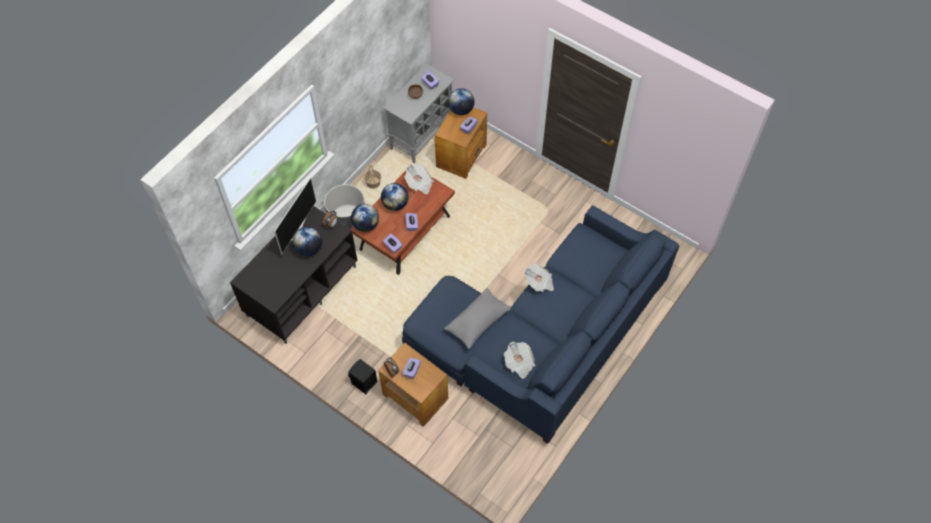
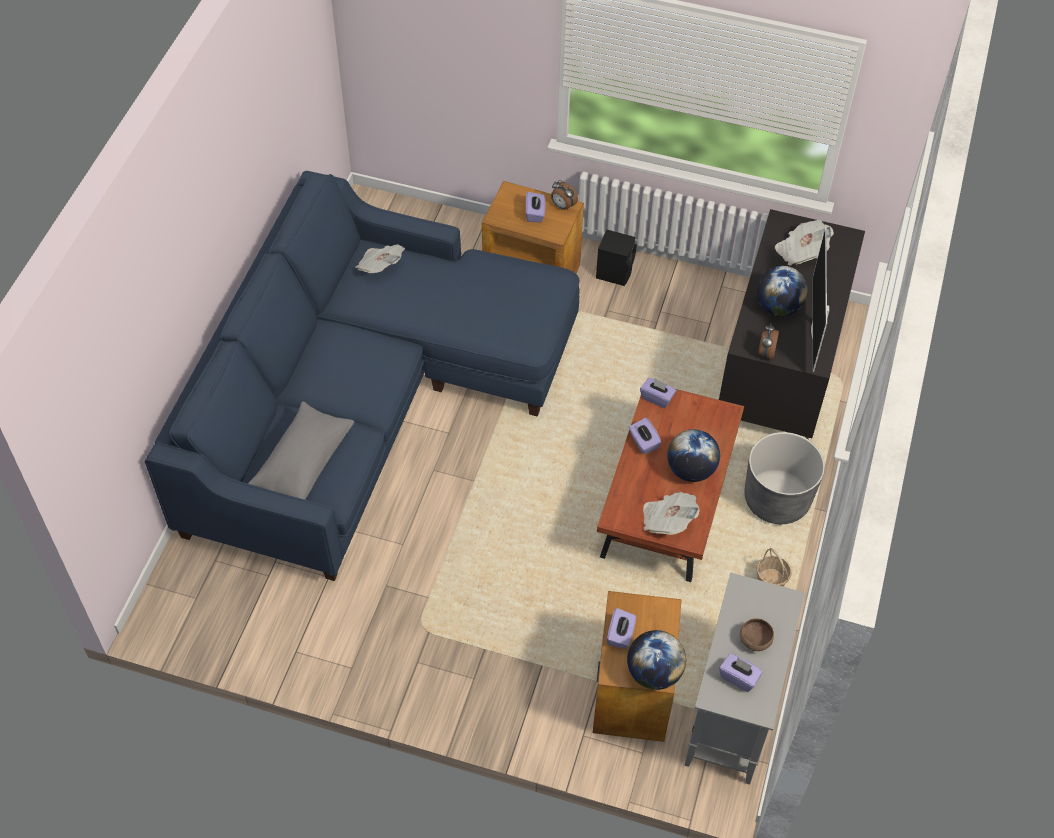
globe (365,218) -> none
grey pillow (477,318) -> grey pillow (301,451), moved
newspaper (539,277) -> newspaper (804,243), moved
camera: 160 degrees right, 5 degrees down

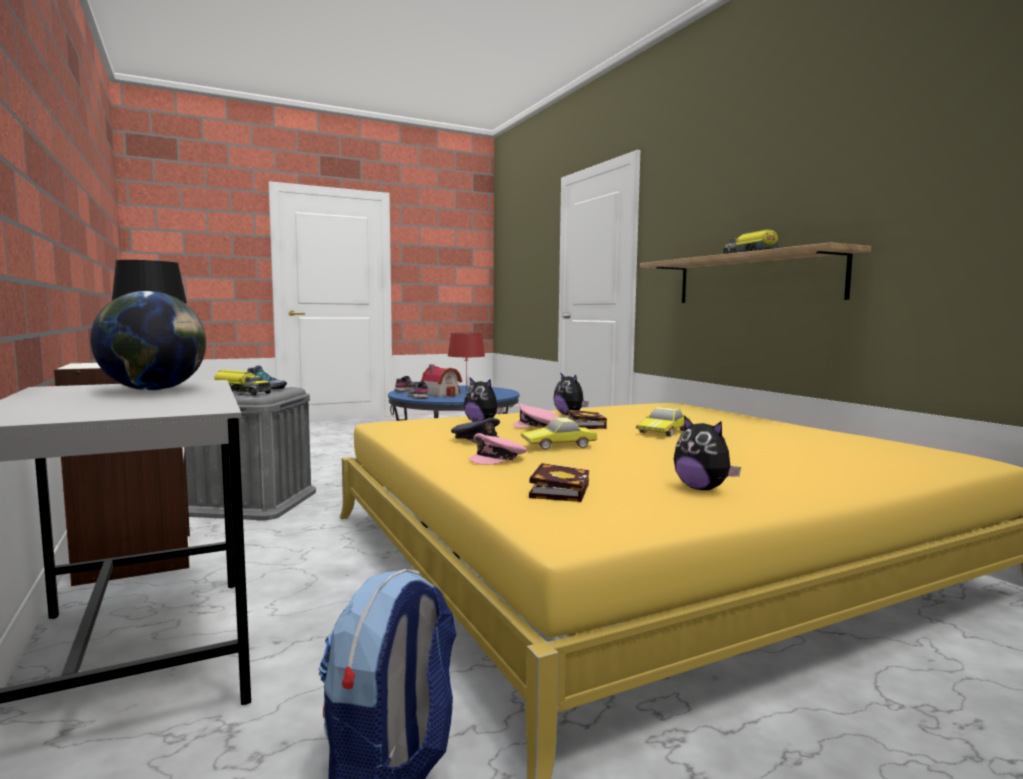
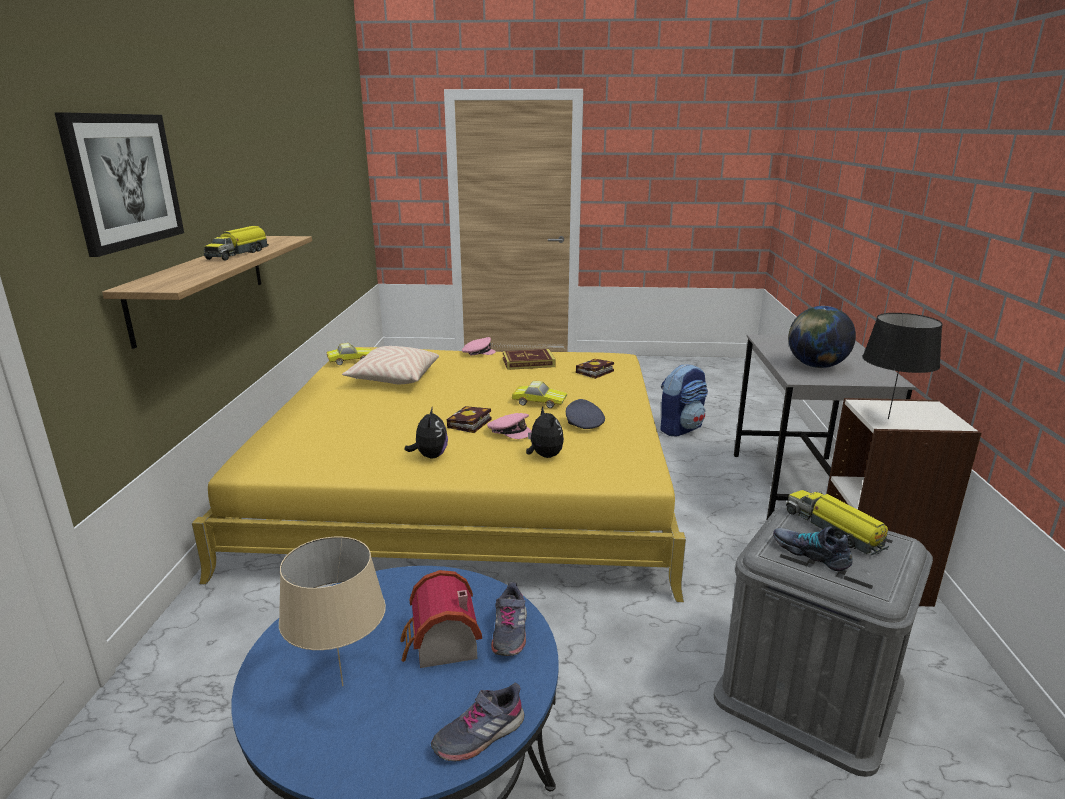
none -> picture (119,184)
none -> beige pillow (390,365)
pink cap (498,449) -> pink cap (479,346), moved
toy car (663,422) -> toy car (349,354), moved
plush toy (707,453) -> book (529,359)
red table lamp (466,361) -> beige table lamp (332,611)
camera: 150 degrees left, 15 degrees up

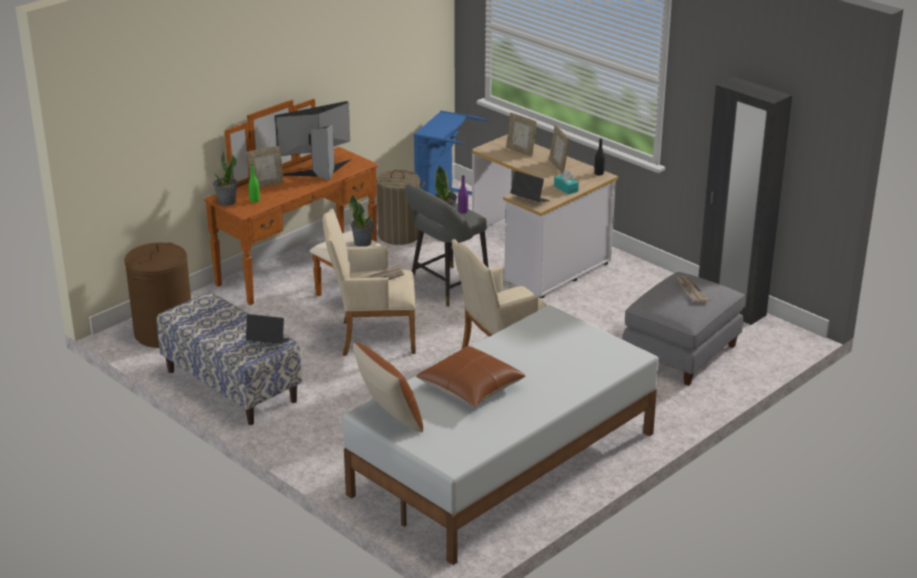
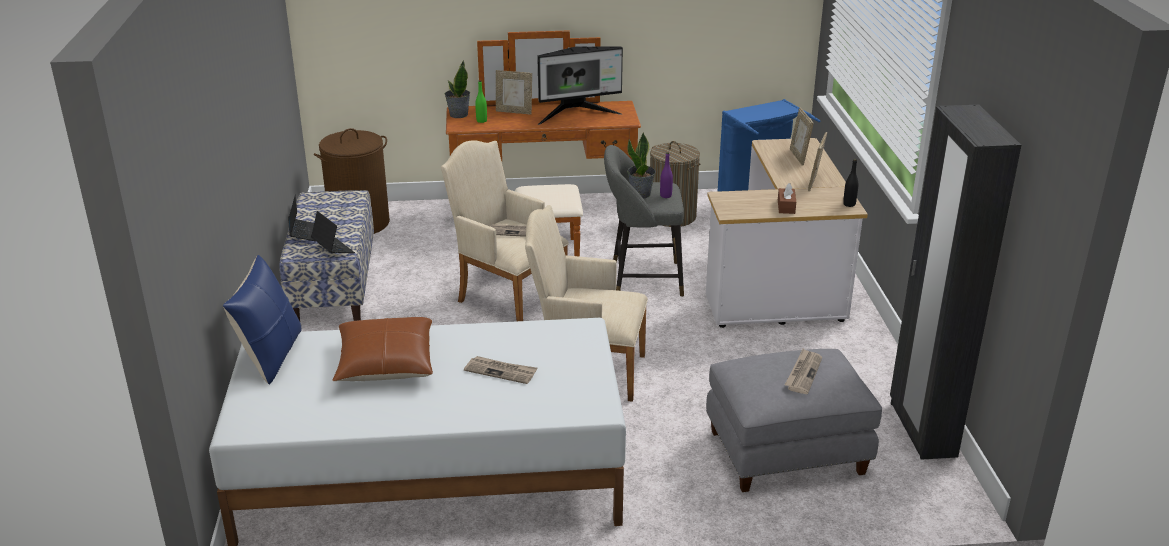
potted plant (362,221) -> none
none -> newspaper (501,370)
laptop (530,186) -> laptop (302,218), moved
brown pillow (388,387) -> blue pillow (262,320)
turquoise tissue box (566,182) -> brown tissue box (787,198)
monitor (313,141) -> monitor (580,85), 150 degrees clockwise
camera: 40 degrees right, 0 degrees up

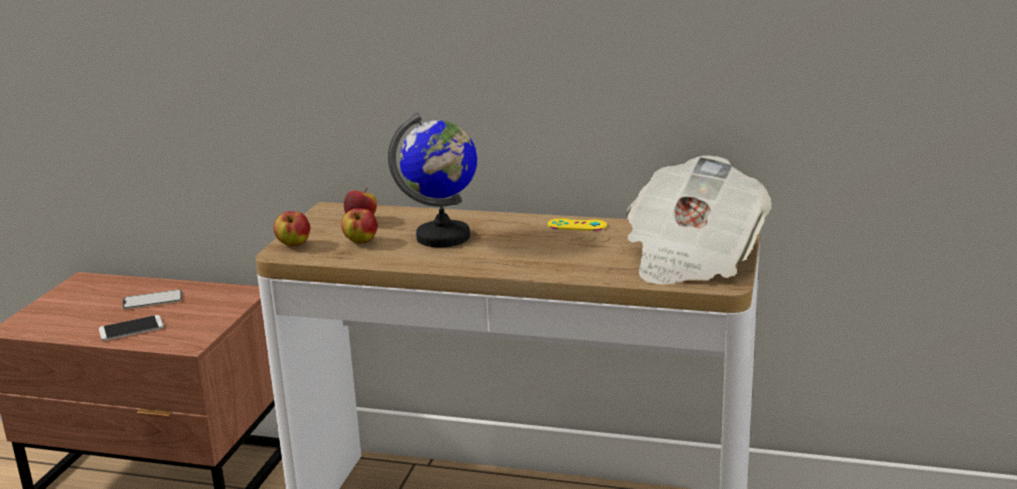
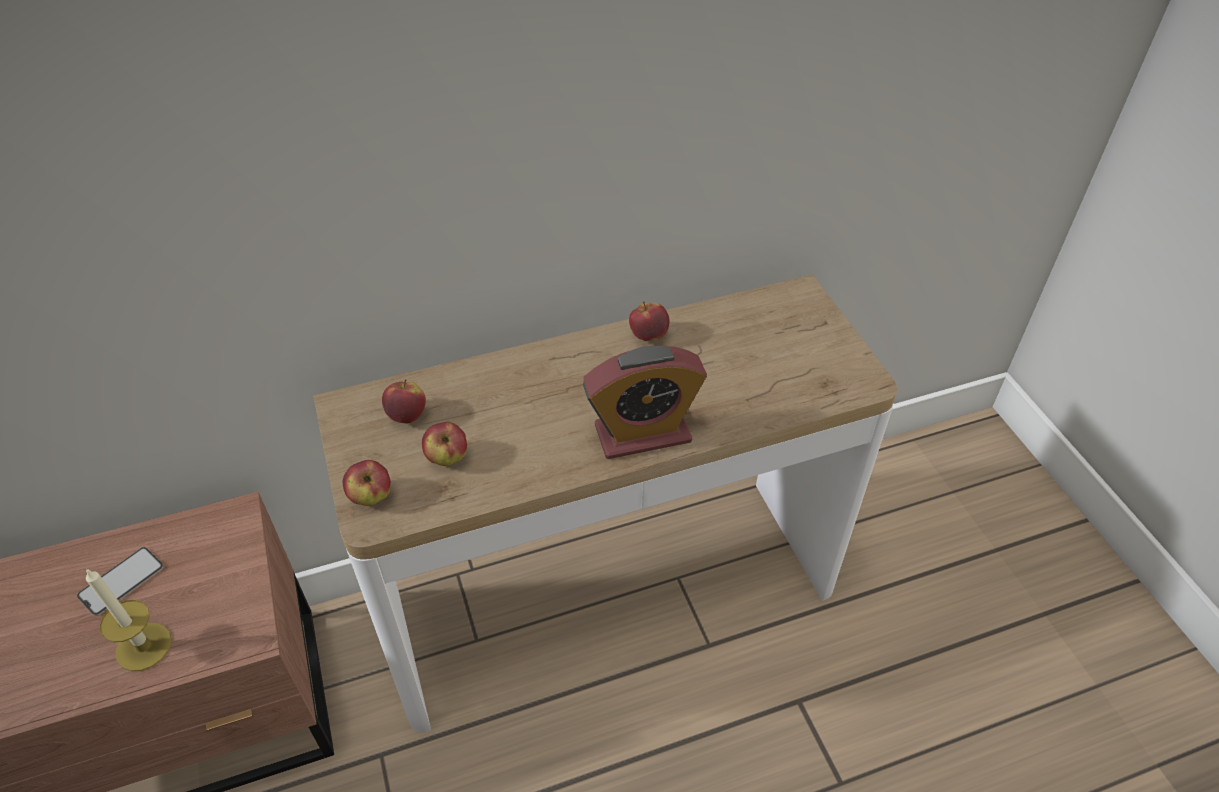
globe (432,179) -> none
newspaper (699,220) -> none
none -> alarm clock (645,402)
phone (131,328) -> candle (129,619)
yellow game controller (577,224) -> apple (649,321)
camera: 35 degrees left, 25 degrees up

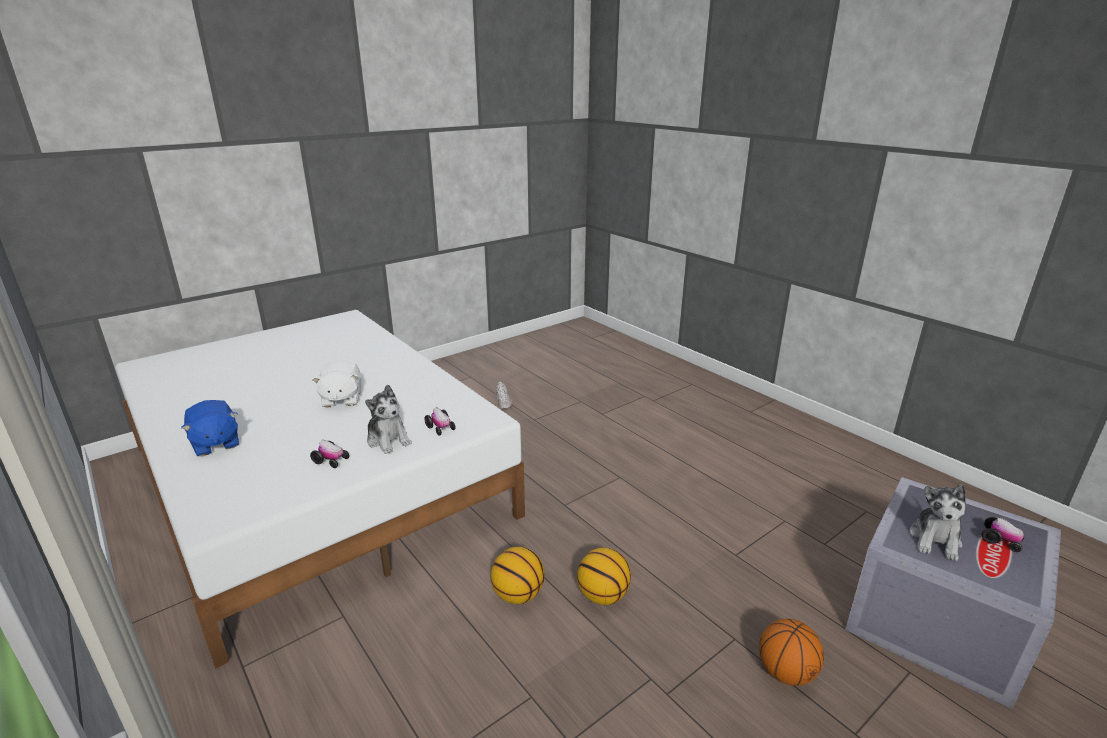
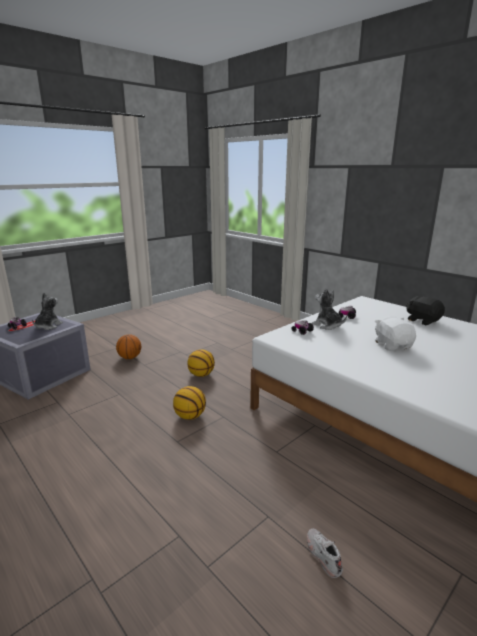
basketball (518,575) -> basketball (189,403), moved
blue plush toy (210,428) -> black plush toy (425,310)
camera: 175 degrees right, 5 degrees down

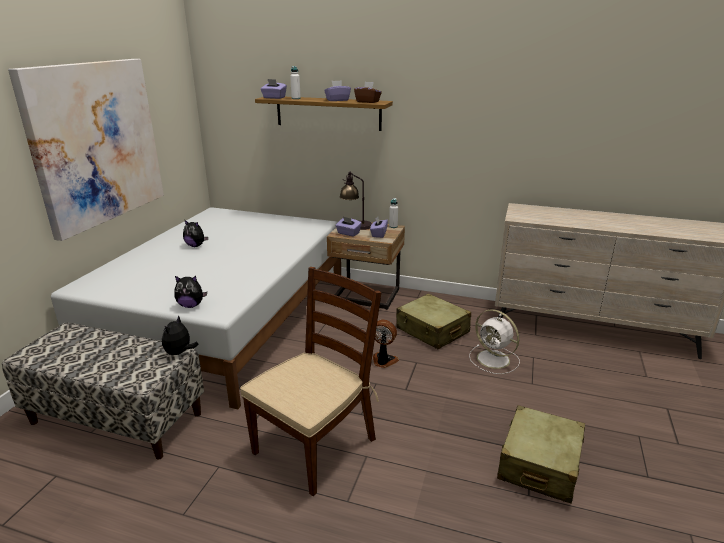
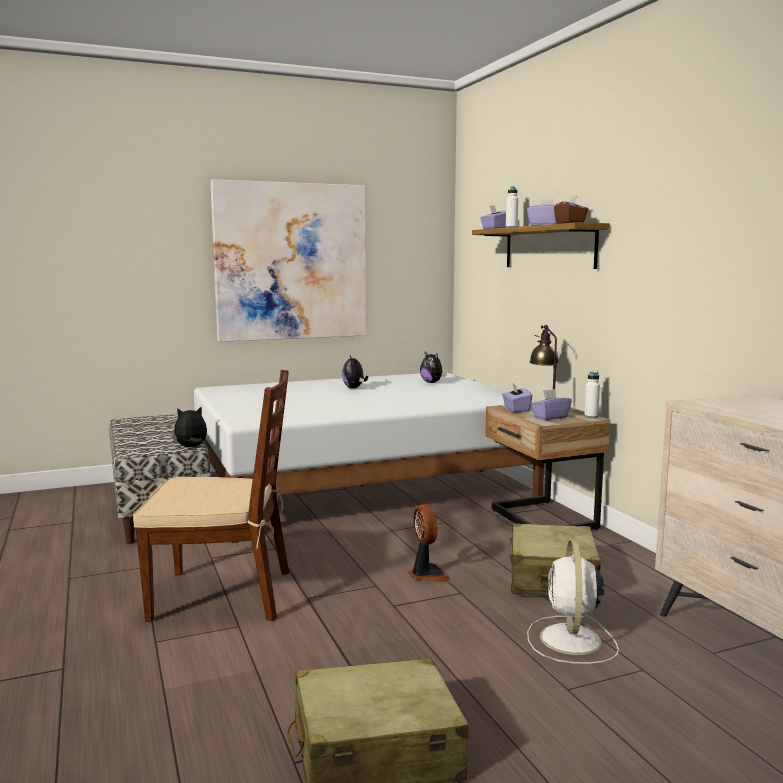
plush toy (190,292) -> plush toy (433,367), moved
camera: 50 degrees right, 15 degrees down

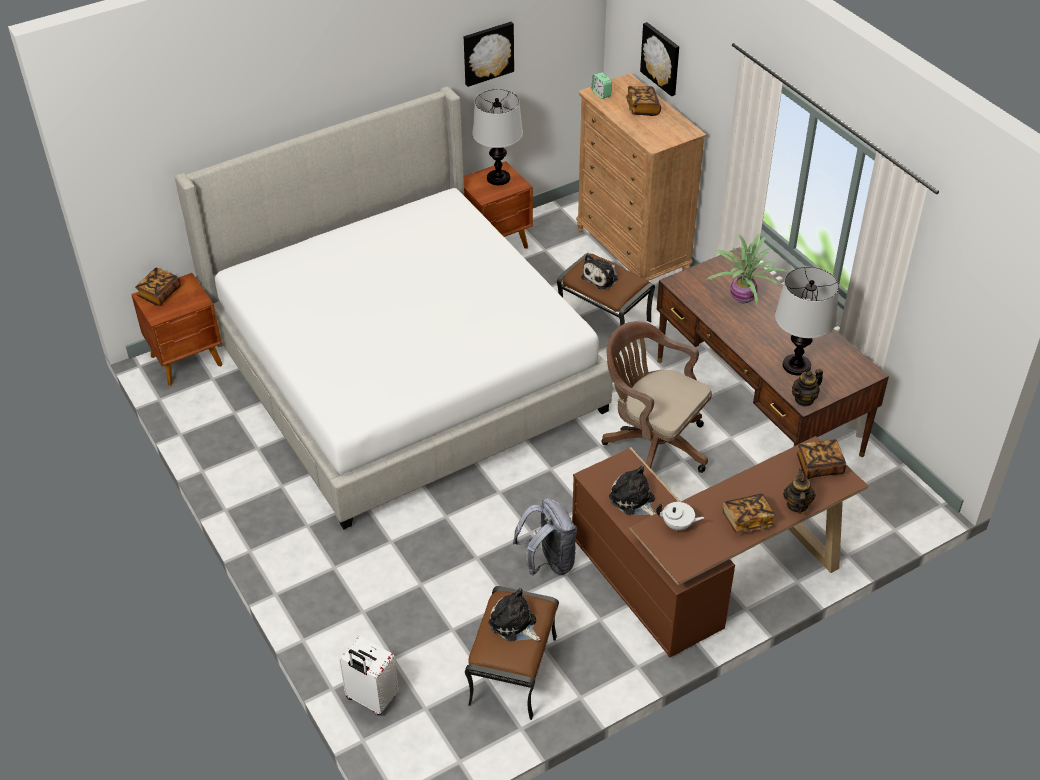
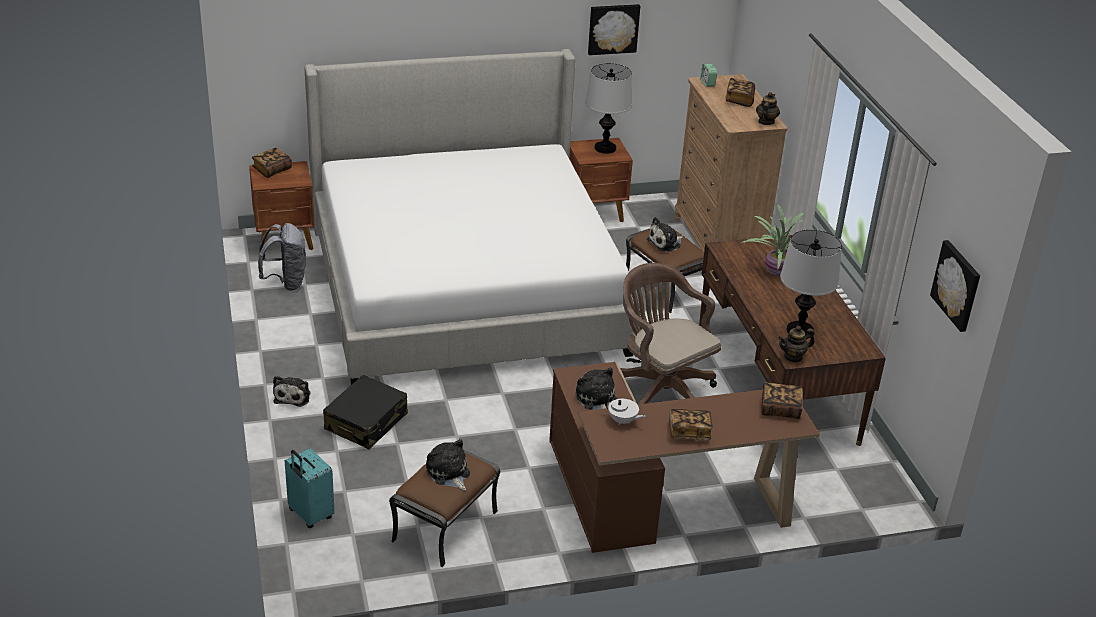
none -> plush toy (292,391)
none -> black suitcase (365,412)
grey backpack (545,536) -> grey backpack (282,257), moved
picture (659,59) -> picture (955,286), moved
teapot (799,491) -> teapot (768,108), moved
white suitcase (369,675) -> turquoise suitcase (310,488)
camera: 15 degrees right, 10 degrees down

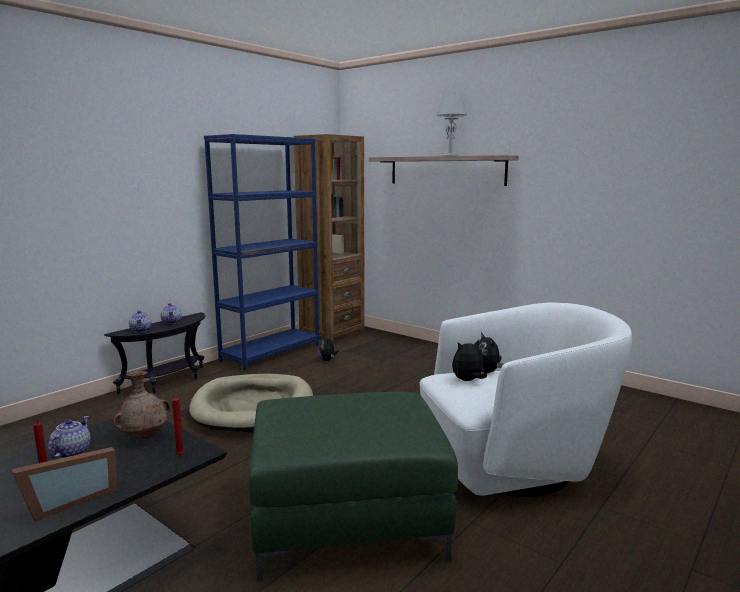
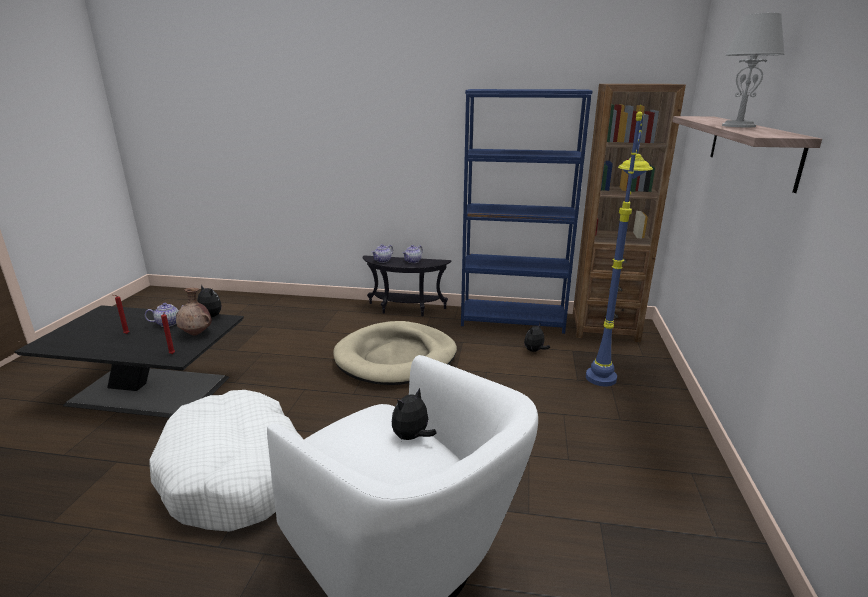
picture frame (64,484) -> none
none -> blue floor lamp (619,245)
plush toy (469,360) -> plush toy (209,301), moved
green ottoman (353,487) -> white dog bed (226,461)
camera: 60 degrees right, 10 degrees up

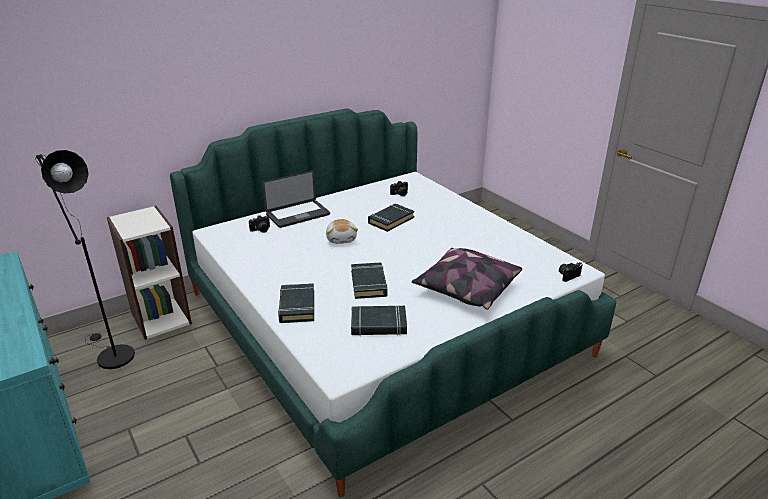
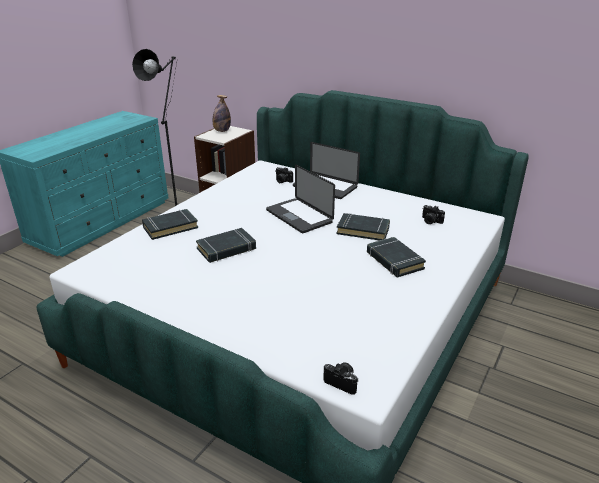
pillow (467,279) -> none
none -> bottle (222,113)
black book (379,321) -> black book (396,257), moved
plush toy (342,231) -> laptop (300,199)
camera: 65 degrees right, 0 degrees up

